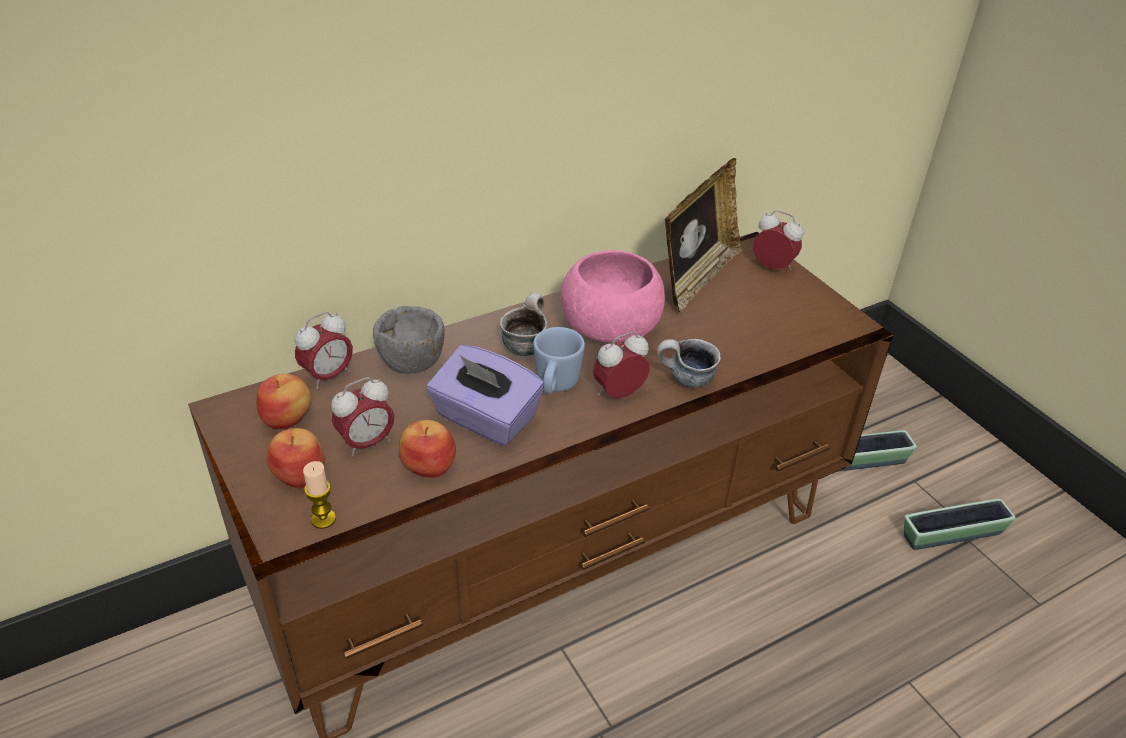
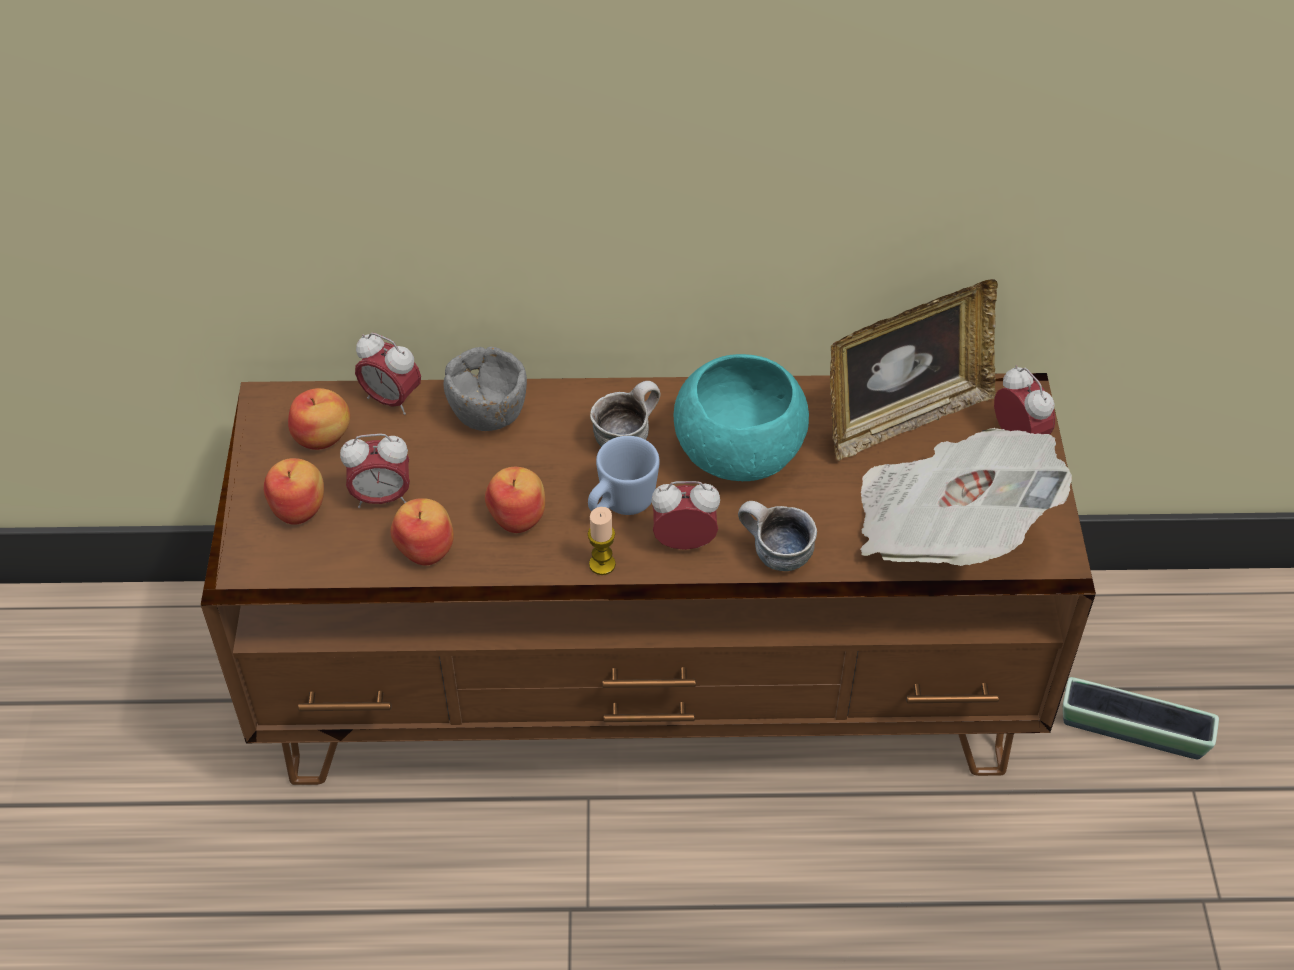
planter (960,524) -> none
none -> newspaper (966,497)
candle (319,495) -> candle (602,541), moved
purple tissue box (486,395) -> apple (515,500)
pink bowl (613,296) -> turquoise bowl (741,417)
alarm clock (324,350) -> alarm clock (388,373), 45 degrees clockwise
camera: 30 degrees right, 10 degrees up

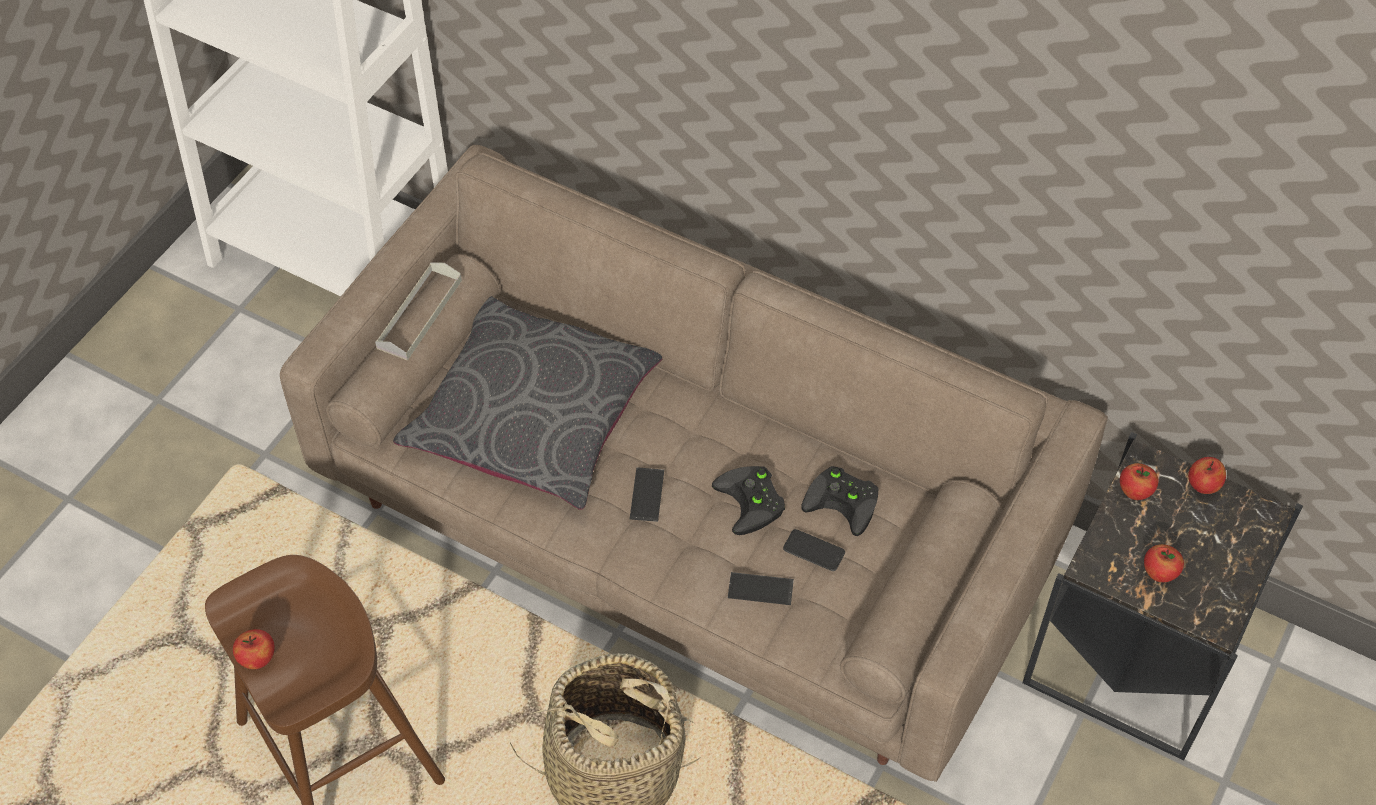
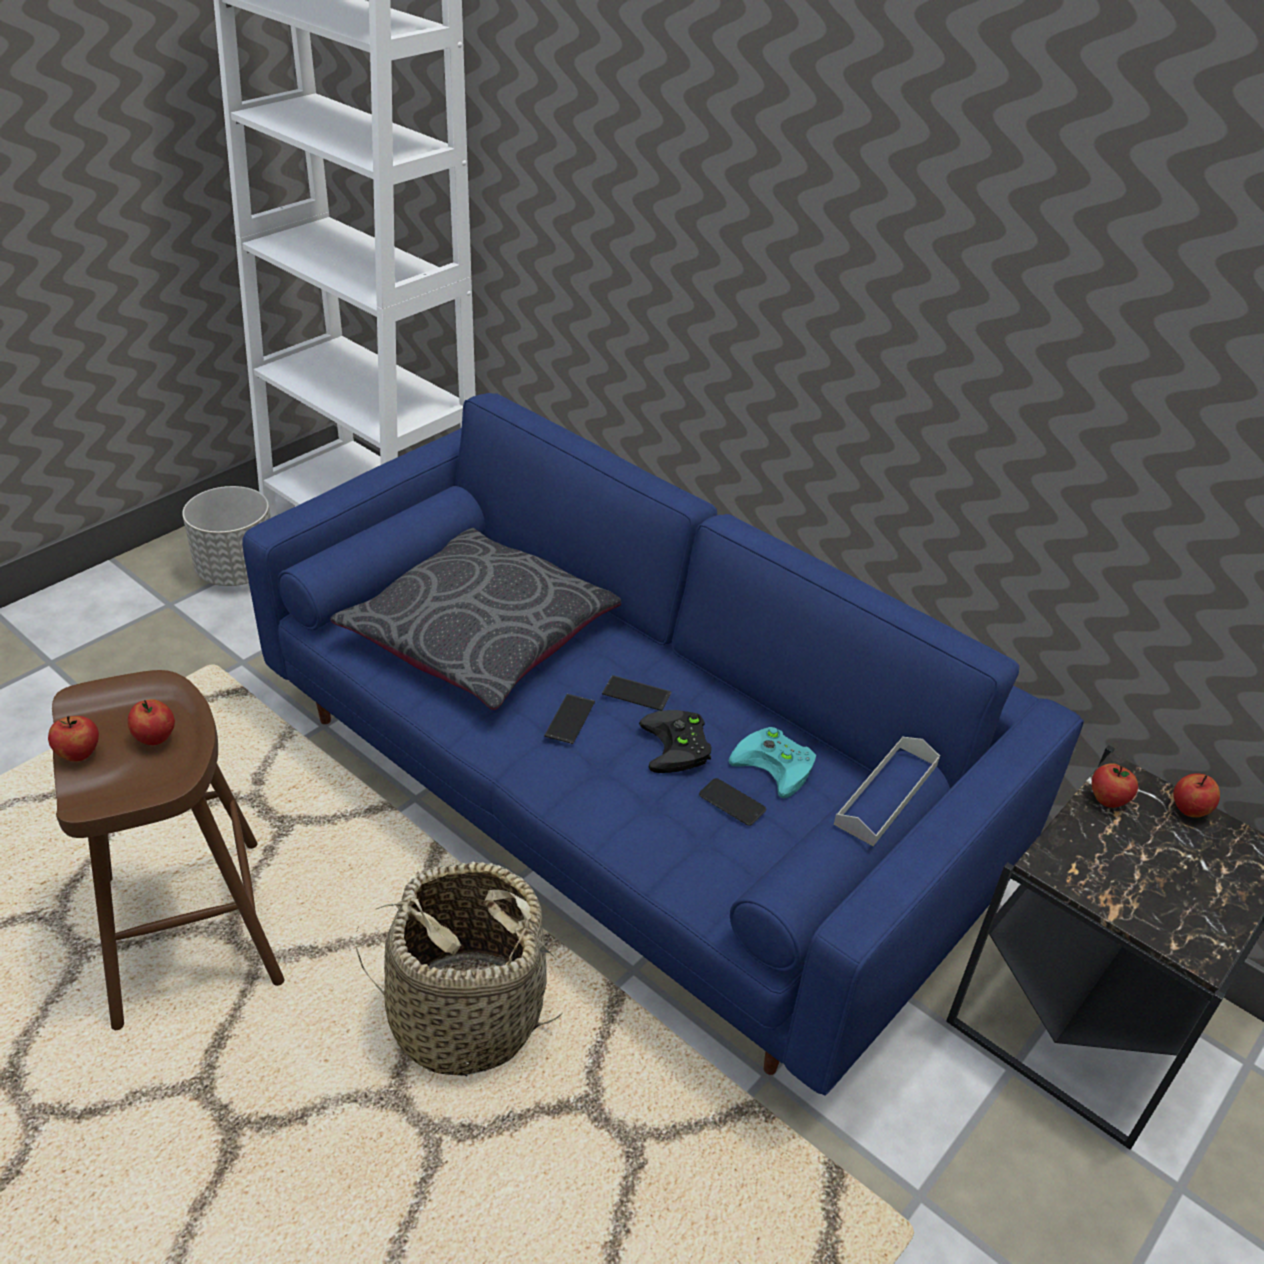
none -> grey planter (226,536)
grey tray (418,311) -> grey tray (887,791), moved
phone (761,588) -> phone (636,693), moved
apple (1164,563) -> apple (151,722), moved
beige sofa (694,463) -> blue sofa (663,744)
black game controller (839,501) -> turquoise game controller (772,762)
camera: 10 degrees right, 15 degrees down

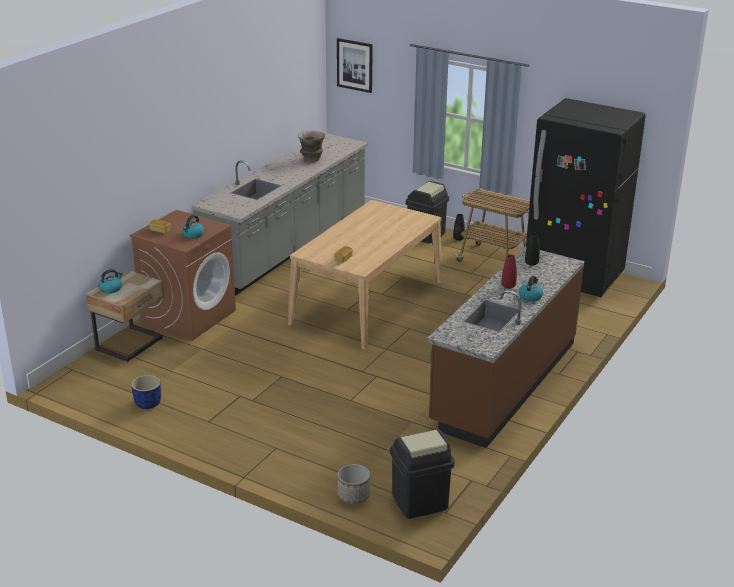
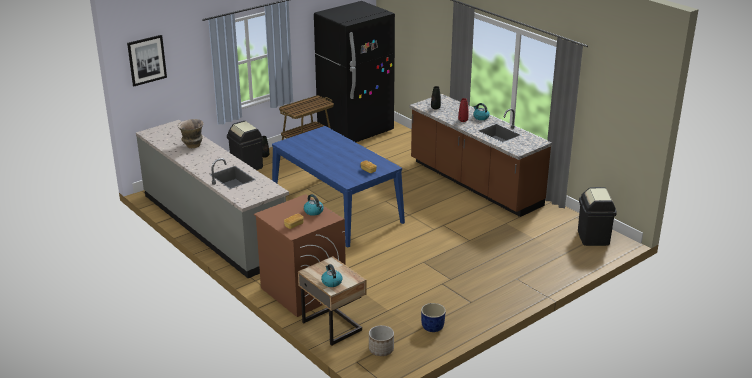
planter (354,484) -> planter (381,340), moved
beige dining table (365,274) -> blue dining table (338,187)
camera: 70 degrees left, 0 degrees up

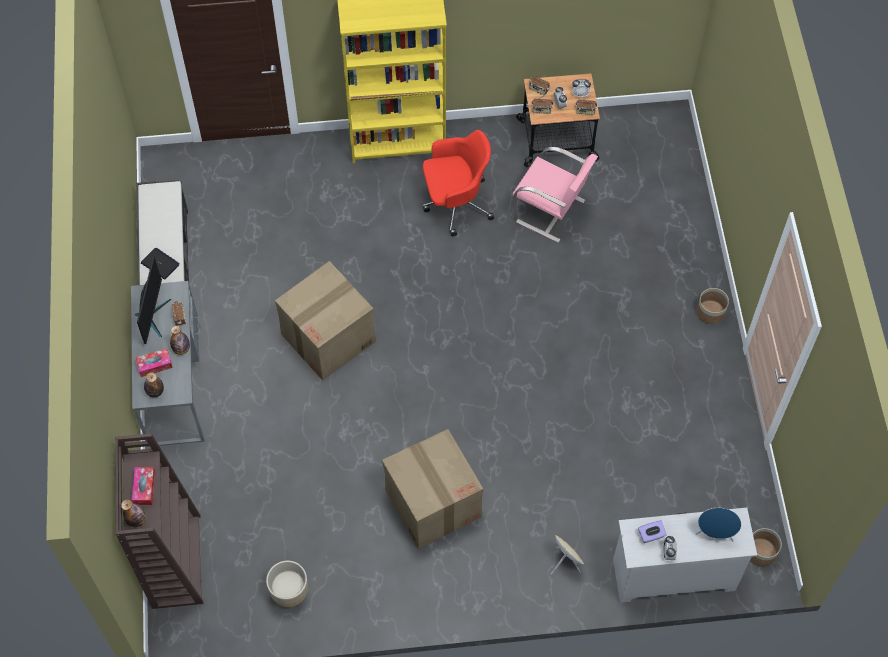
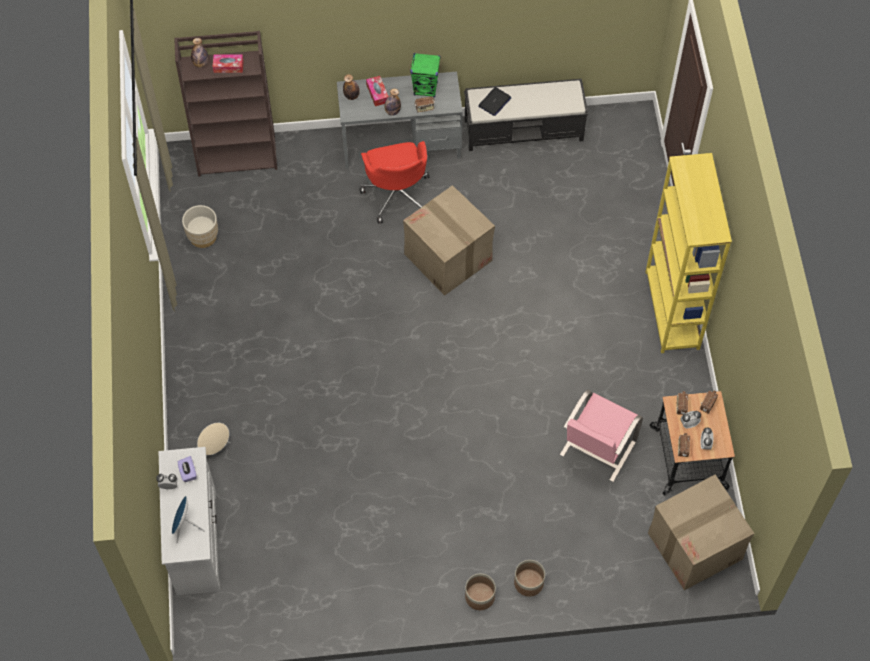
cardboard box (432,489) -> cardboard box (701,532), moved
red office chair (458,183) -> red office chair (394,182), moved
planter (766,547) -> planter (529,578), moved
monitor (153,300) -> green speaker (425,75)
camera: 90 degrees right, 0 degrees up

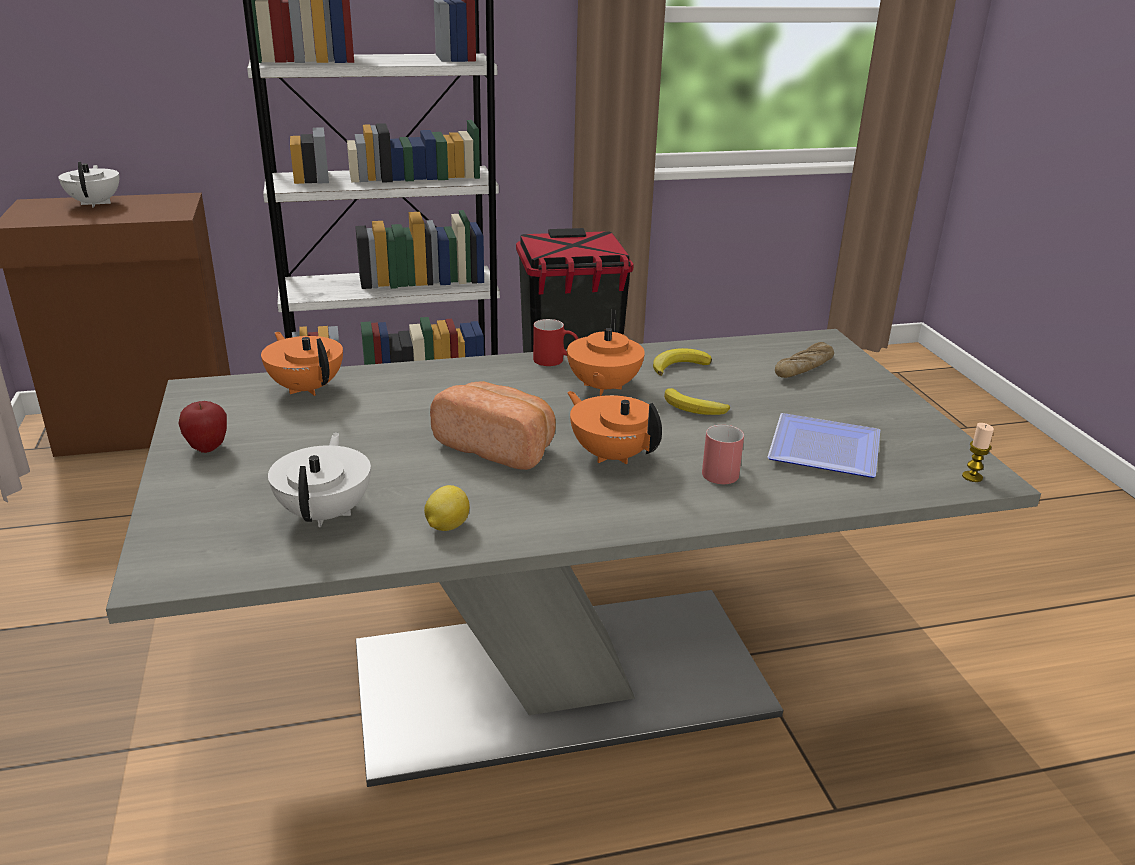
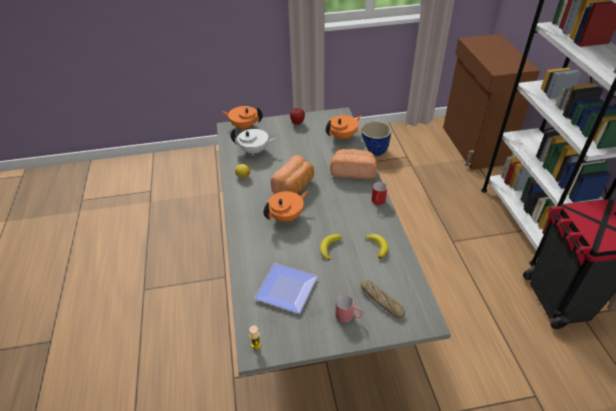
white teapot (88,185) -> none
none -> bread (353,164)
none -> planter (376,138)
orange teapot (606,352) -> orange teapot (242,118), moved
red mug (723,454) -> red mug (349,308), moved
camera: 95 degrees right, 15 degrees up

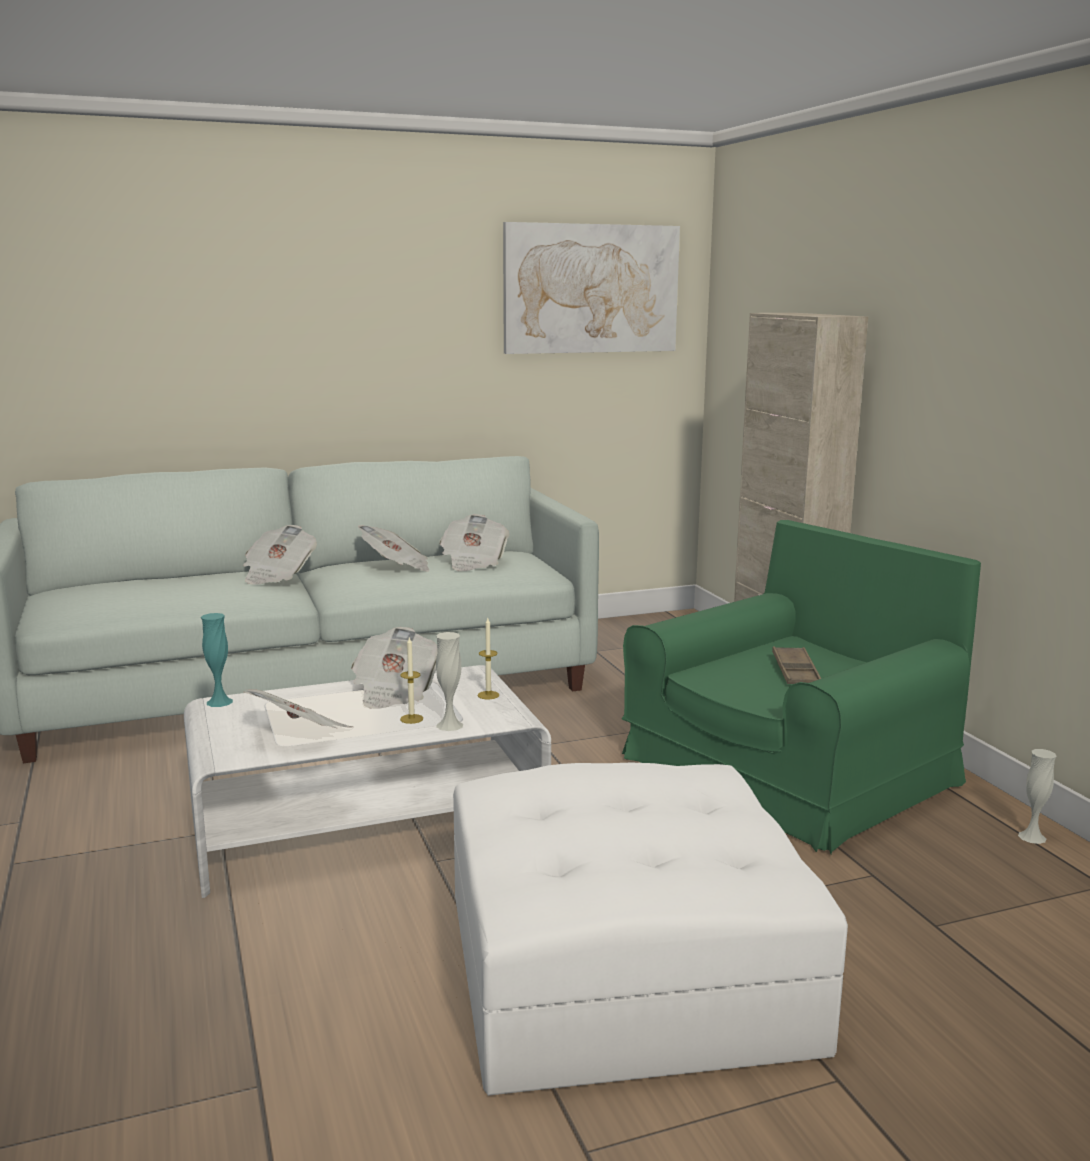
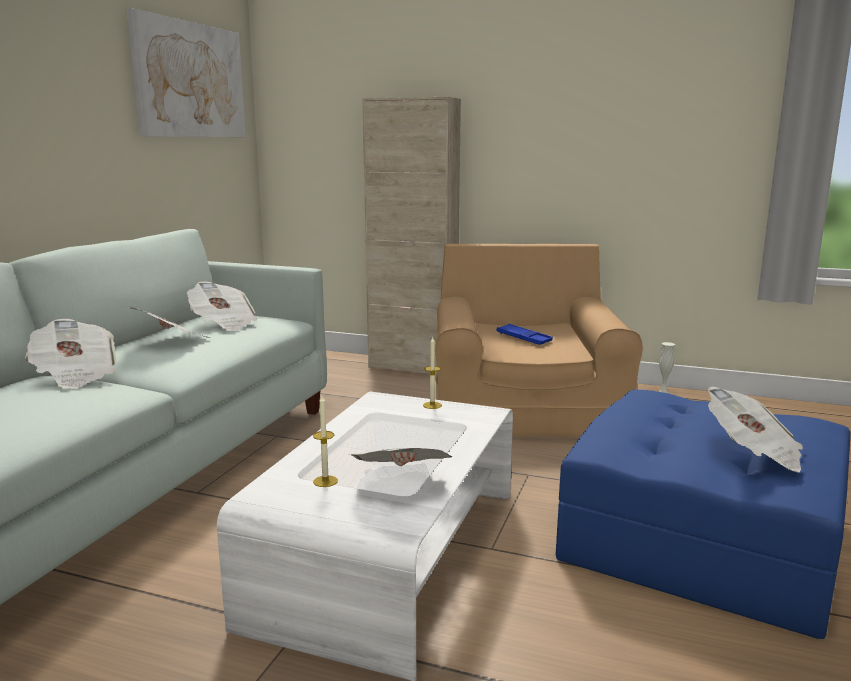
turquoise vase (217,660) -> none
white vase (449,681) -> none
newspaper (394,668) -> newspaper (755,430), moved
candle (411,681) -> candle (325,441), moved
white ottoman (650,929) -> blue ottoman (703,514)
green armchair (801,687) -> brown armchair (539,340)
brown tray (796,665) -> blue tray (525,334)
camera: 50 degrees left, 0 degrees up

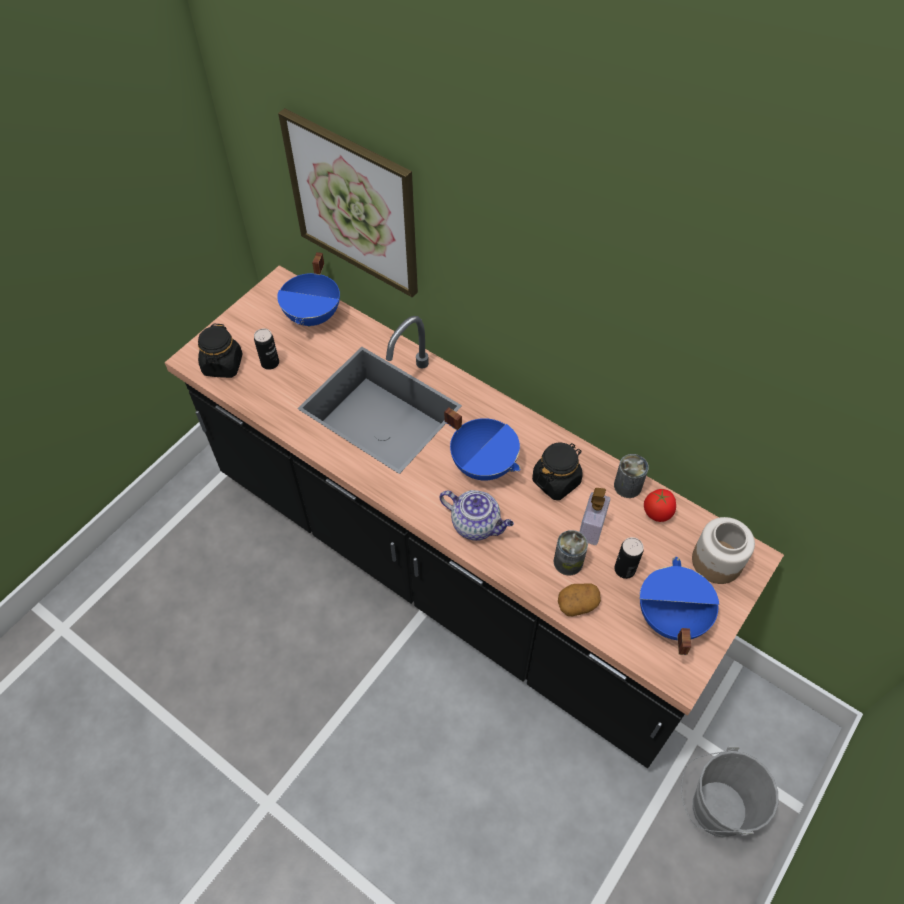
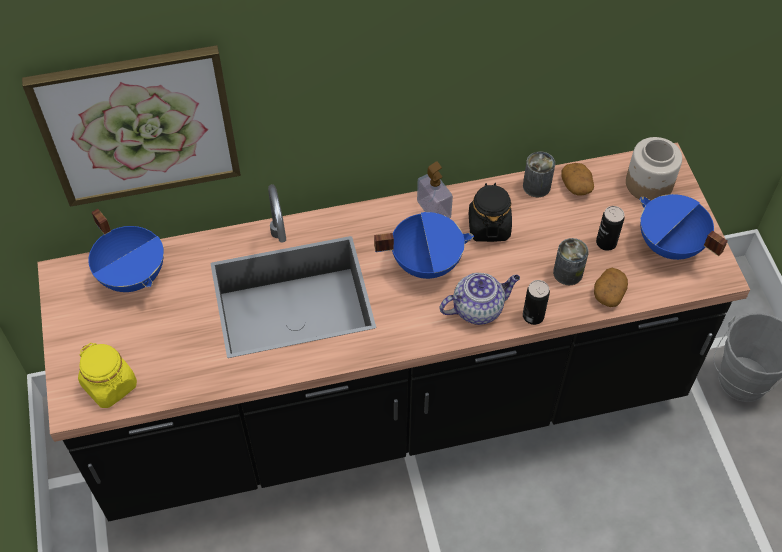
can (266,349) -> can (536,302), moved
soap dispenser (594,516) -> soap dispenser (435,189), moved
tomato (660,505) -> potato (577,179)
black jar (220,351) -> yellow jar (107,375)
camera: 50 degrees left, 0 degrees up

